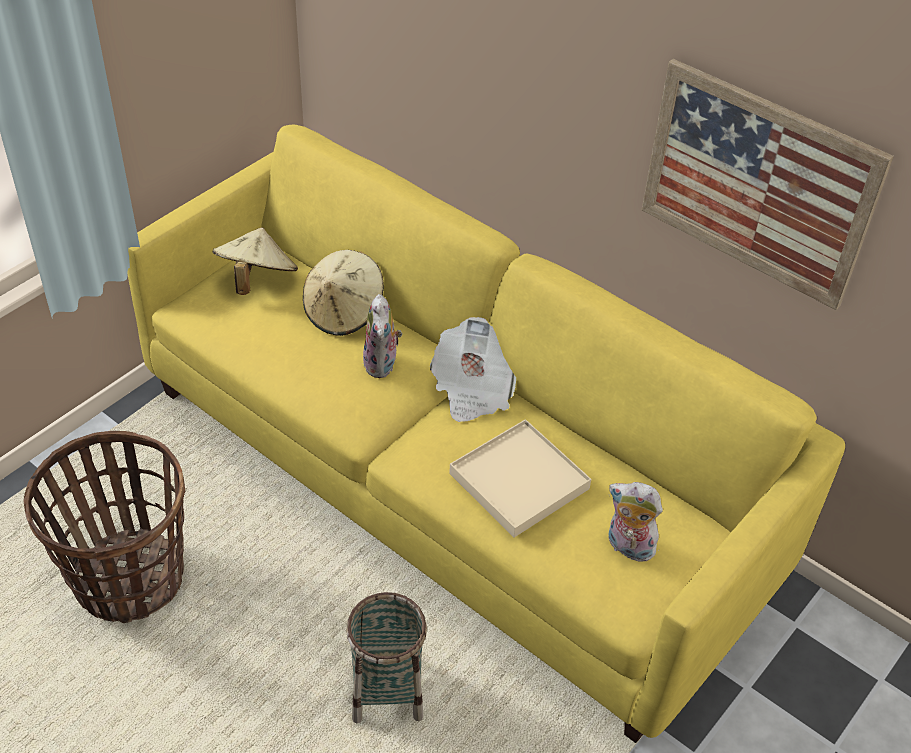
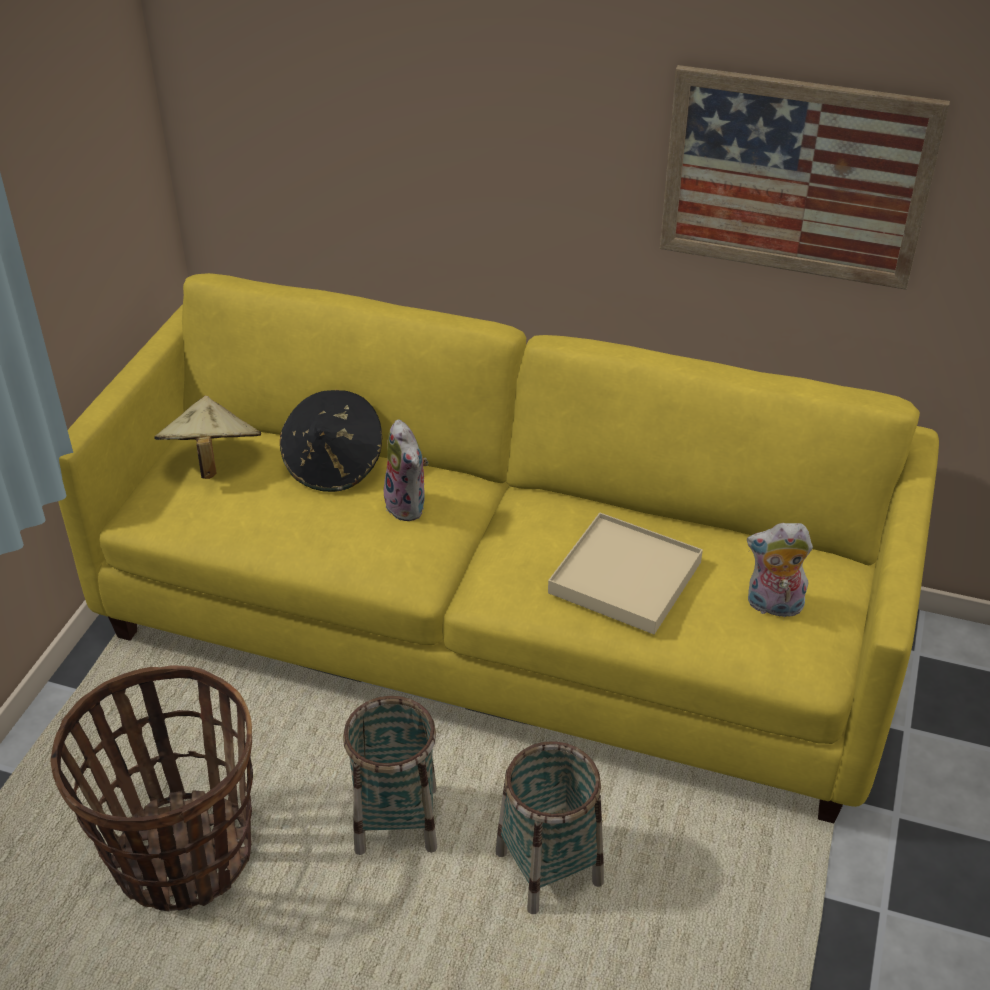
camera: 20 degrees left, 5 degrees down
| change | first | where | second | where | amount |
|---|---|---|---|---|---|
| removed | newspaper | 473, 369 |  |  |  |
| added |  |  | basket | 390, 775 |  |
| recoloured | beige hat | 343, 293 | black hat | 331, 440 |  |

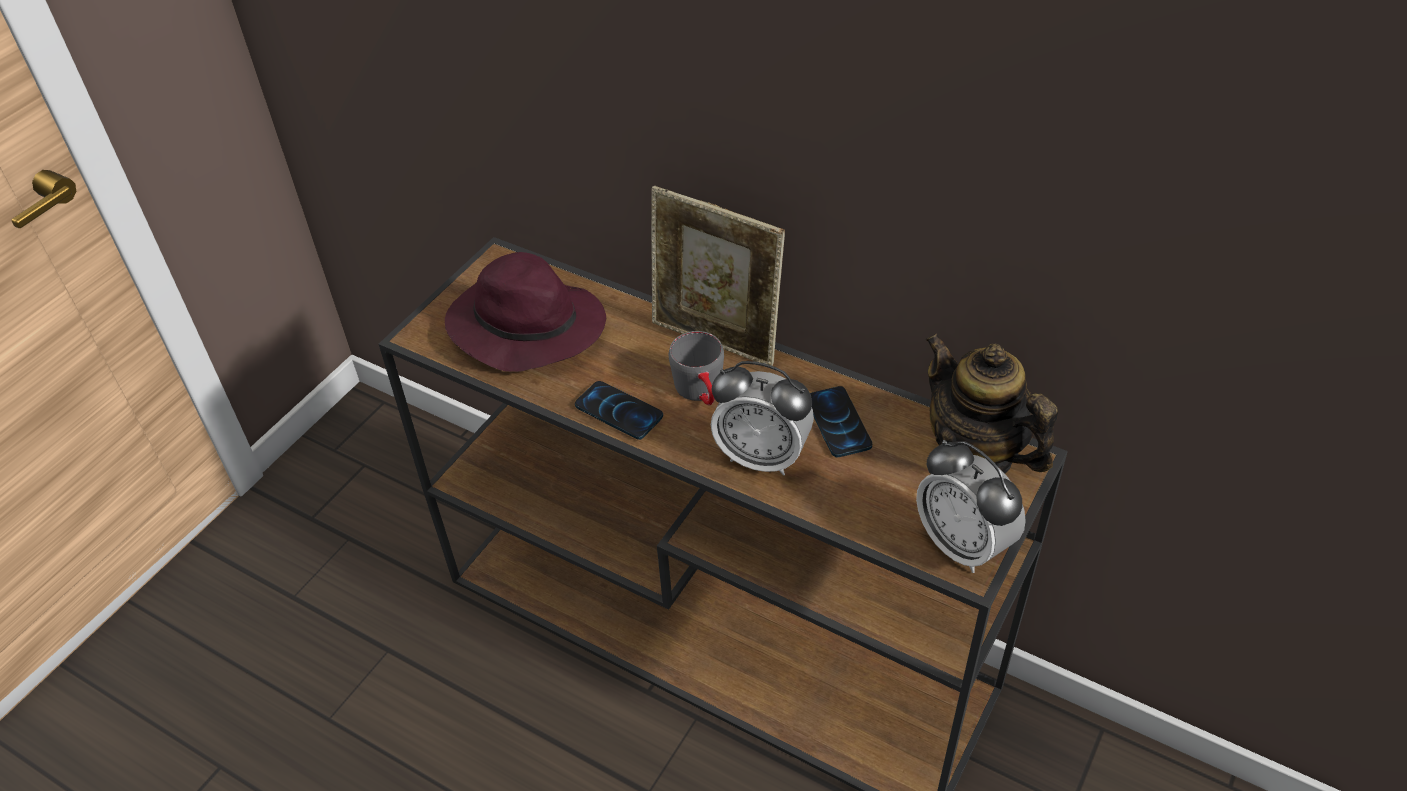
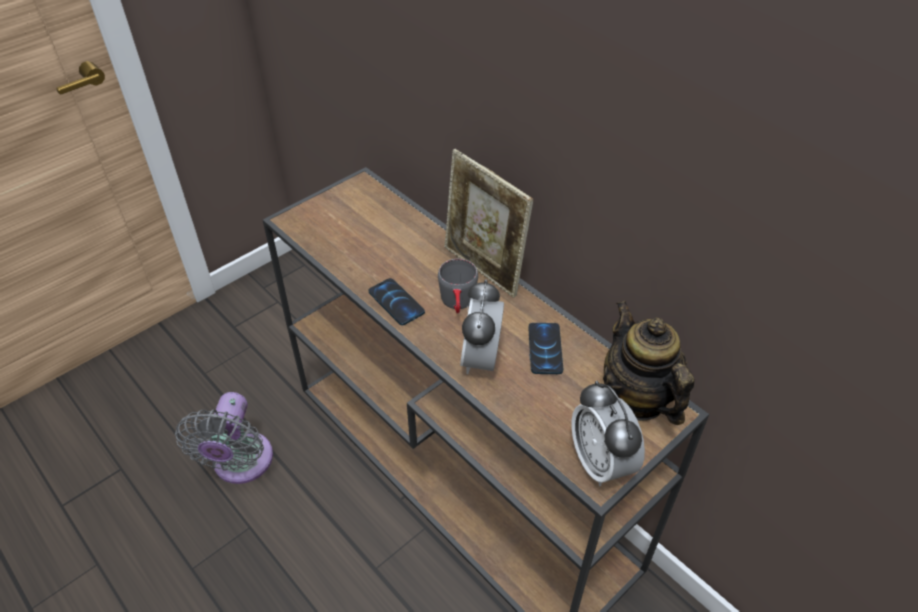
camera: 15 degrees right, 0 degrees up
| change | first | where | second | where | amount |
|---|---|---|---|---|---|
| removed | purple hat | 525, 312 |  |  |  |
| added |  |  | grey fan | 224, 438 |  |
| turned | alarm clock | 762, 418 |  | 482, 326 | 60 degrees clockwise |

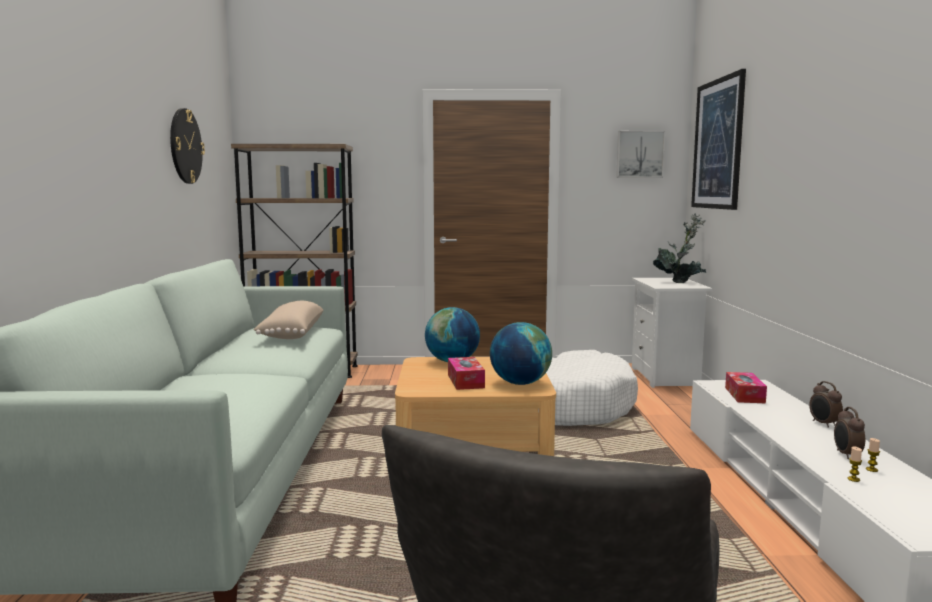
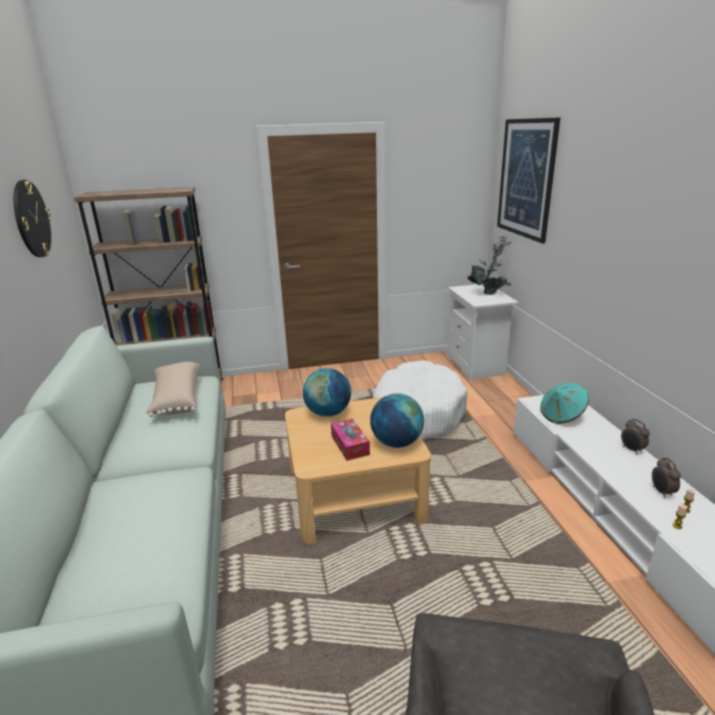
camera: 10 degrees left, 15 degrees up
| change | first | where | second | where | amount |
|---|---|---|---|---|---|
| removed | picture | 640, 154 |  |  |  |
| replaced | tissue box | 746, 387 | turquoise hat | 564, 403 |  |

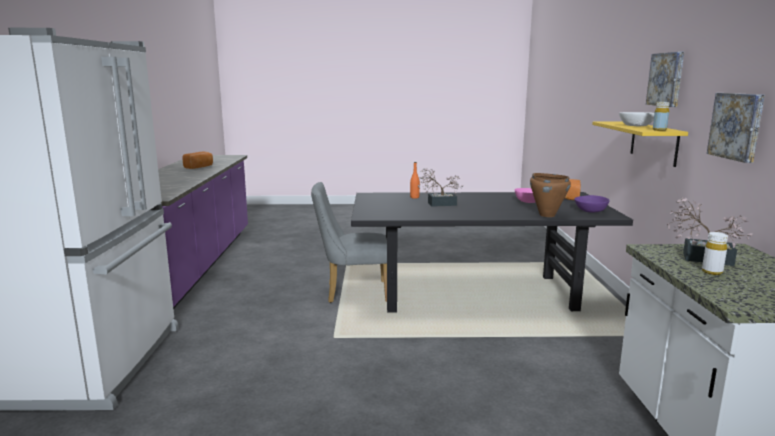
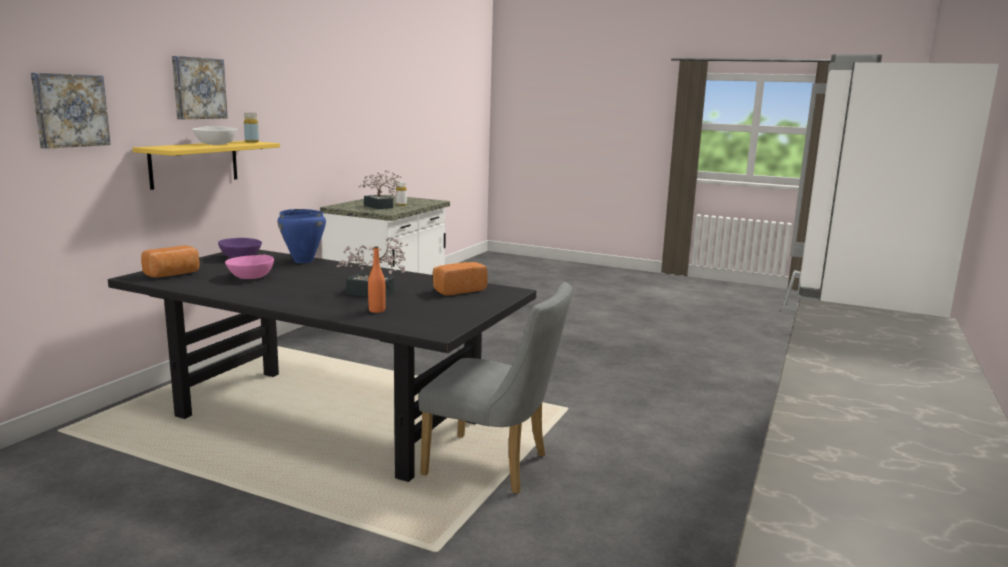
camera: 155 degrees left, 0 degrees up
| change | first | where | second | where | amount |
|---|---|---|---|---|---|
| moved | bread | 197, 160 |  | 460, 279 |  |
| moved | picture | 736, 128 |  | 71, 111 |  |
| recoloured | brown cooking pot | 550, 195 | blue cooking pot | 301, 236 |  |

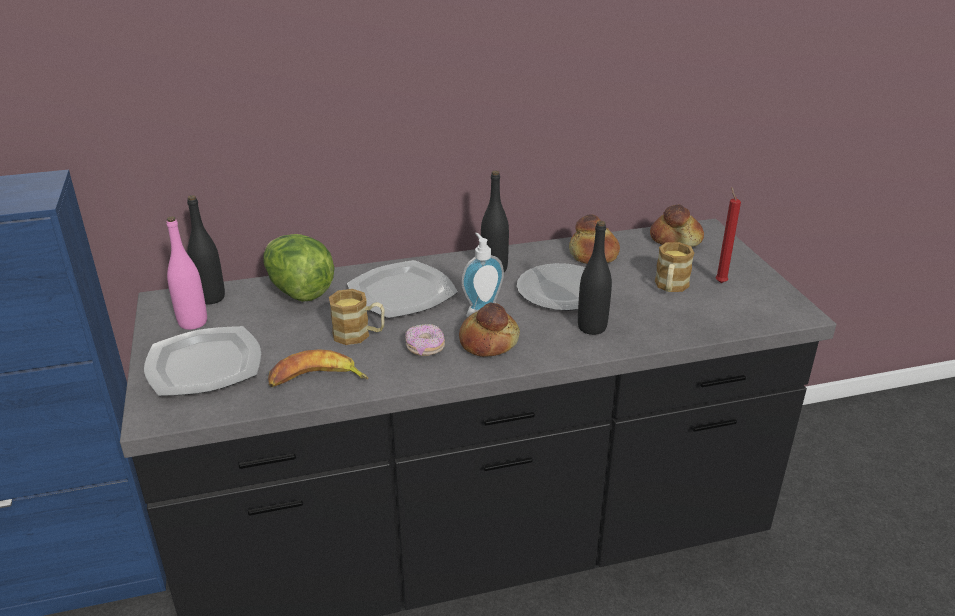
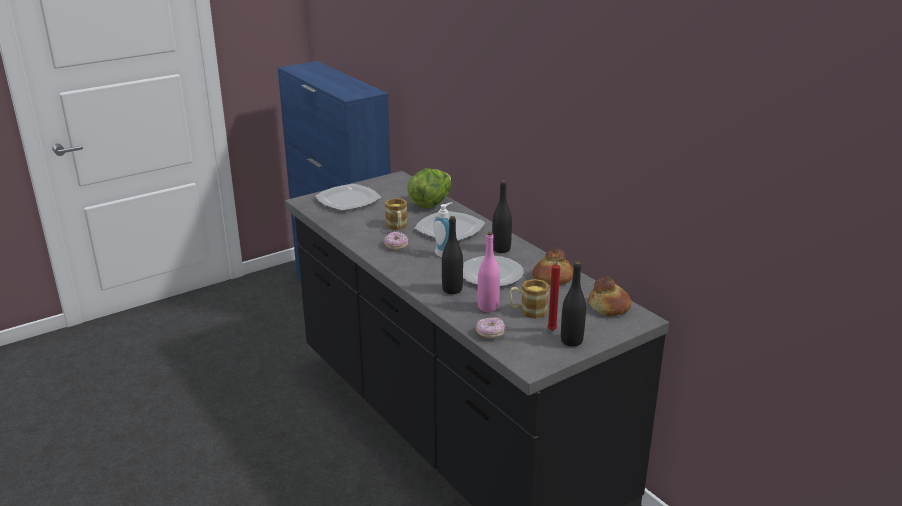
camera: 70 degrees right, 5 degrees down
| change | first | where | second | where | amount |
|---|---|---|---|---|---|
| removed | banana | 318, 368 |  |  |  |
| removed | bread | 489, 329 |  |  |  |
| added |  |  | donut | 490, 327 |  |
| moved | pink bottle | 186, 273 |  | 489, 272 |  |
| moved | black bottle | 206, 249 |  | 573, 304 |  |

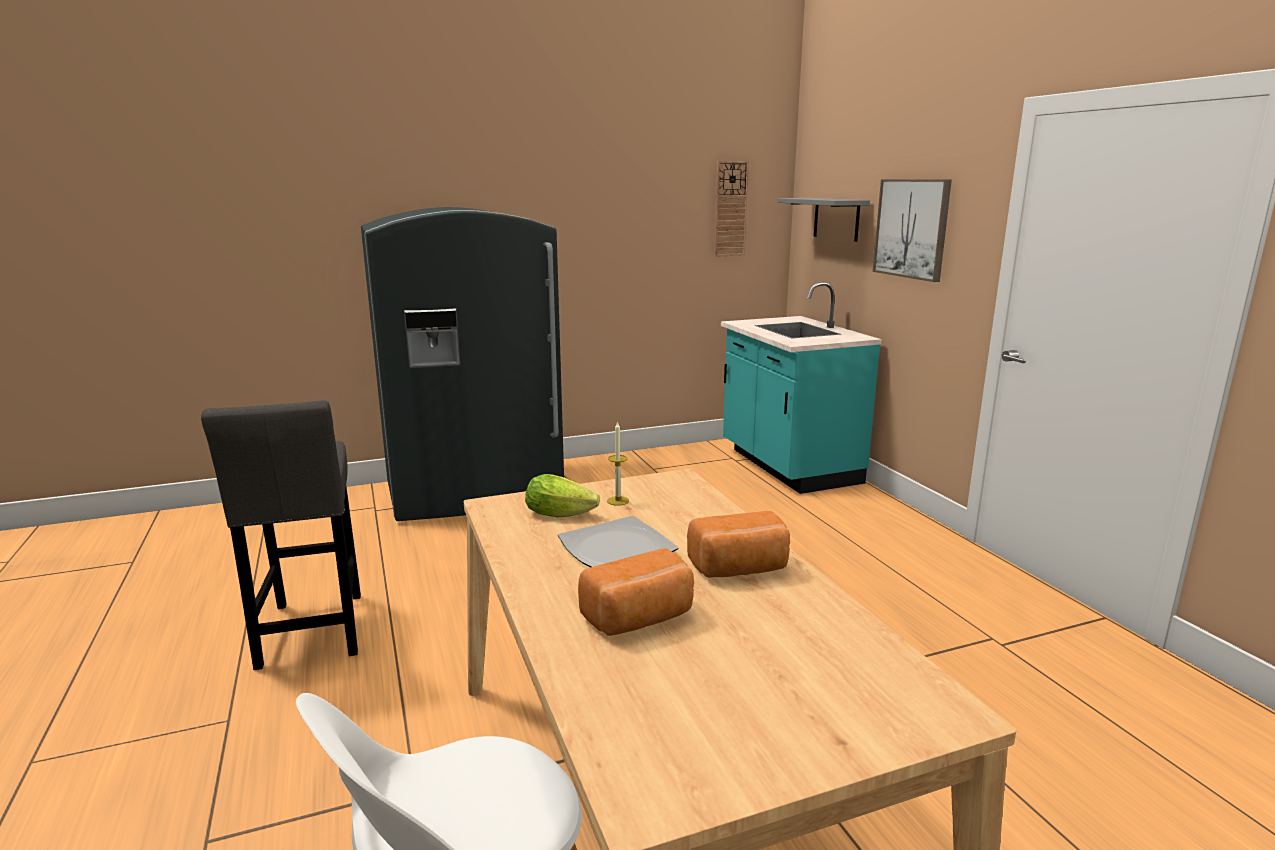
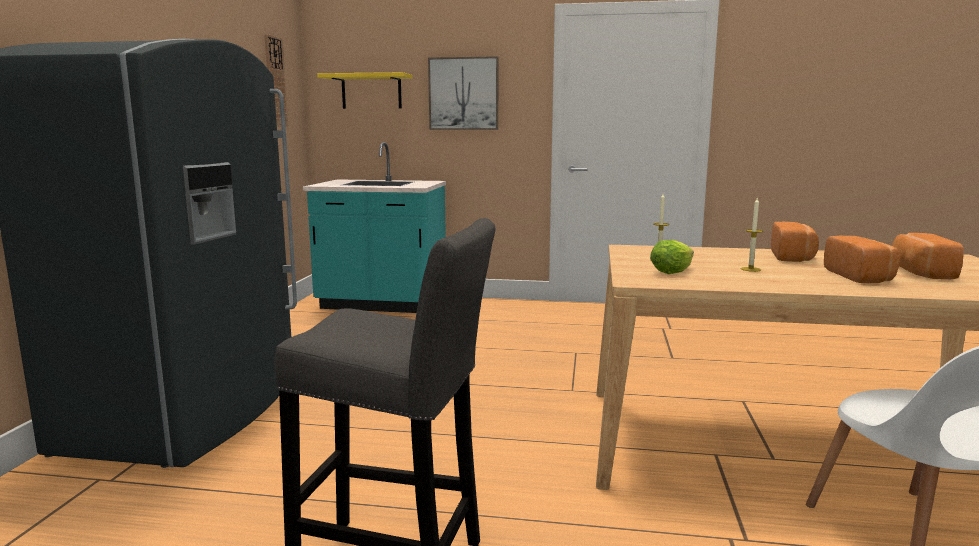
camera: 60 degrees left, 5 degrees down
| change | first | where | second | where | amount |
|---|---|---|---|---|---|
| added |  |  | bread | 928, 256 |  |
| replaced | plate | 618, 541 | candle | 752, 235 |  |
| recoloured | grey shelf | 823, 220 | yellow shelf | 365, 90 |  |

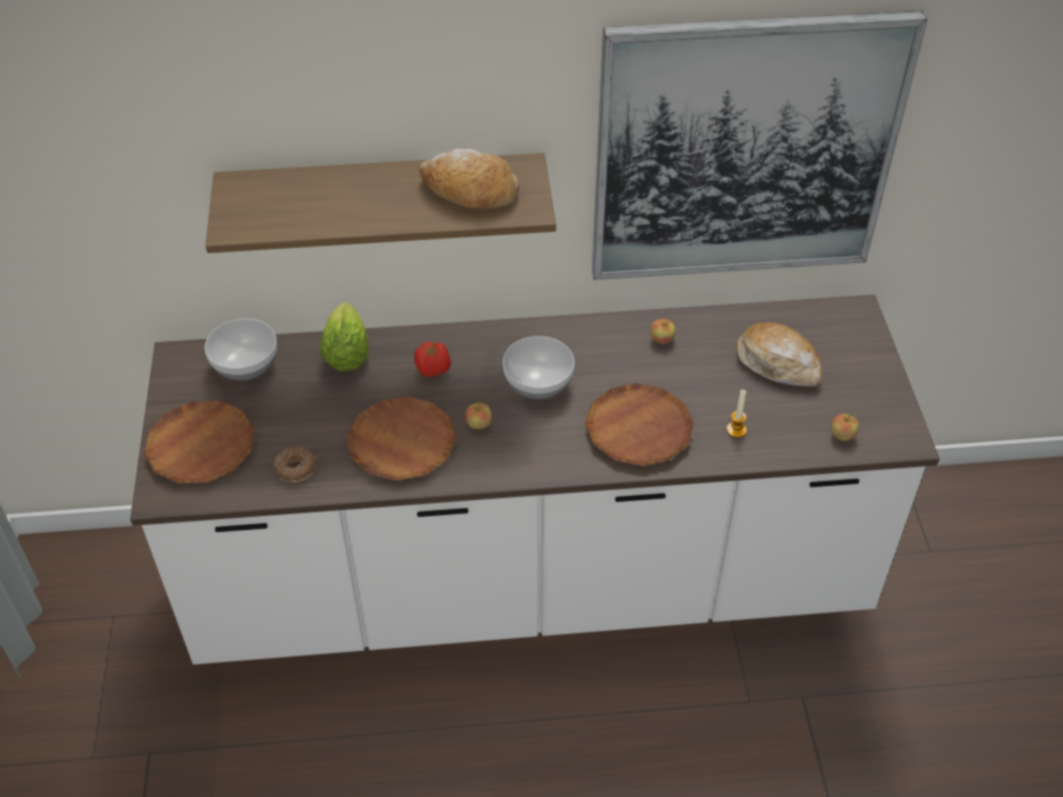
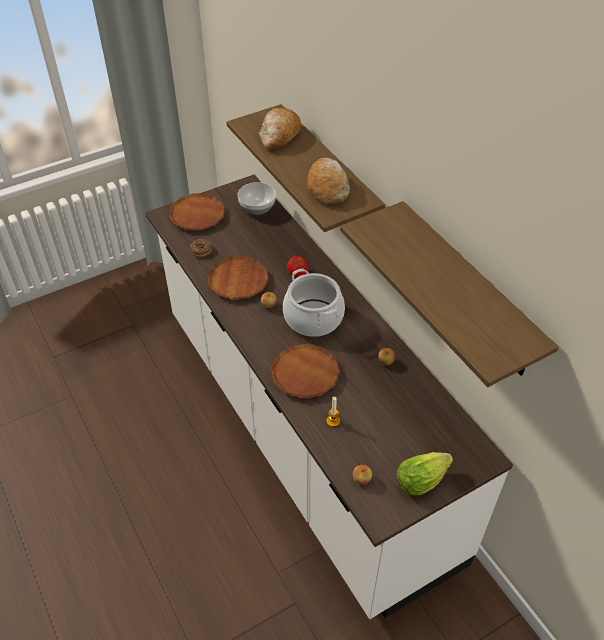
camera: 65 degrees right, 0 degrees up
| change | first | where | second | where | amount |
|---|---|---|---|---|---|
| moved | lettuce | 344, 336 |  | 425, 473 |  |
| moved | bread | 779, 354 |  | 280, 129 |  |
| replaced | bowl | 538, 367 | cooking pot | 314, 303 |  |
| replaced | picture | 760, 145 | shelf | 449, 294 |  |

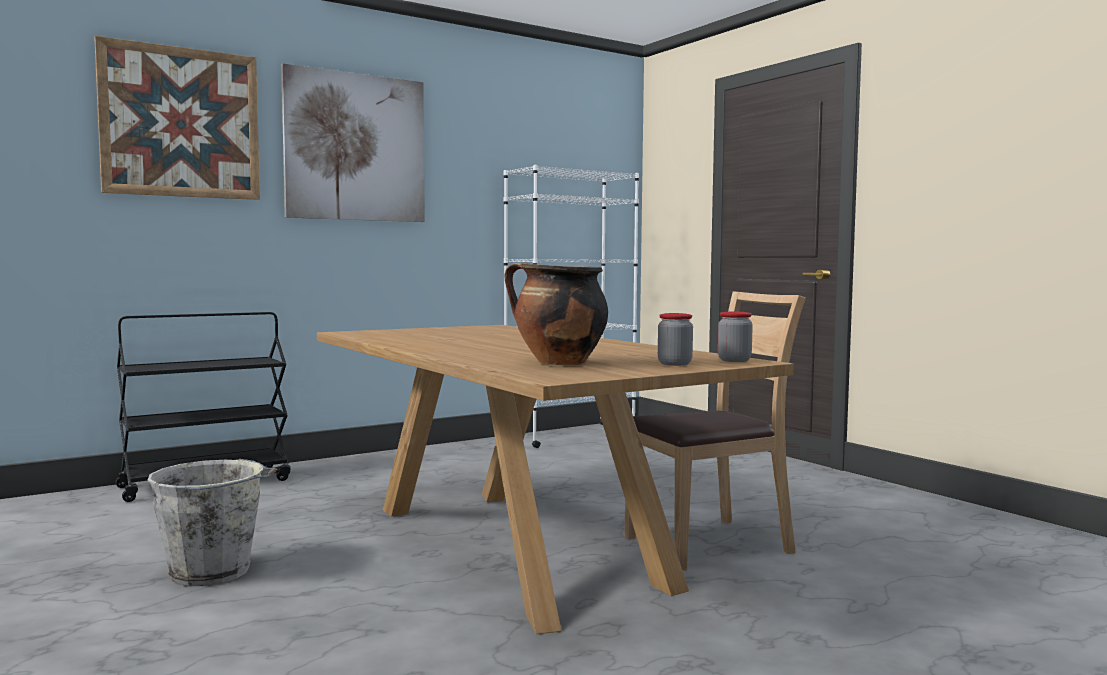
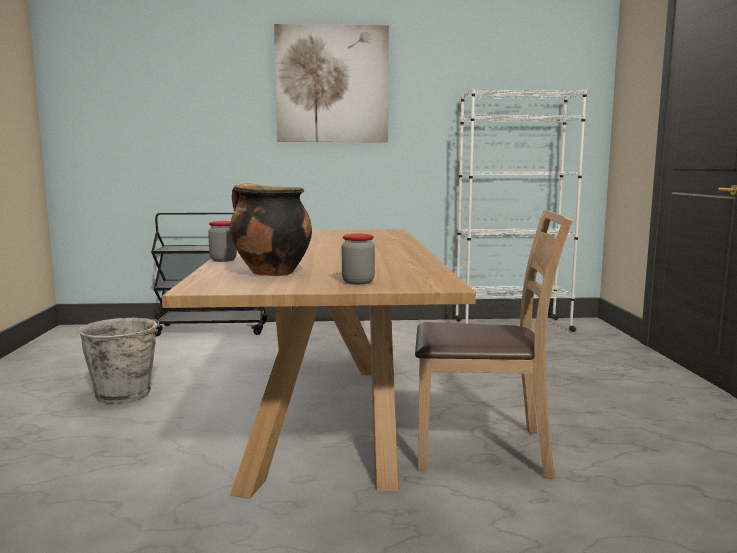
camera: 30 degrees right, 5 degrees up
| change | first | where | second | where | amount |
|---|---|---|---|---|---|
| removed | picture | 177, 118 |  |  |  |
| moved | jar | 735, 337 |  | 222, 241 |  |

